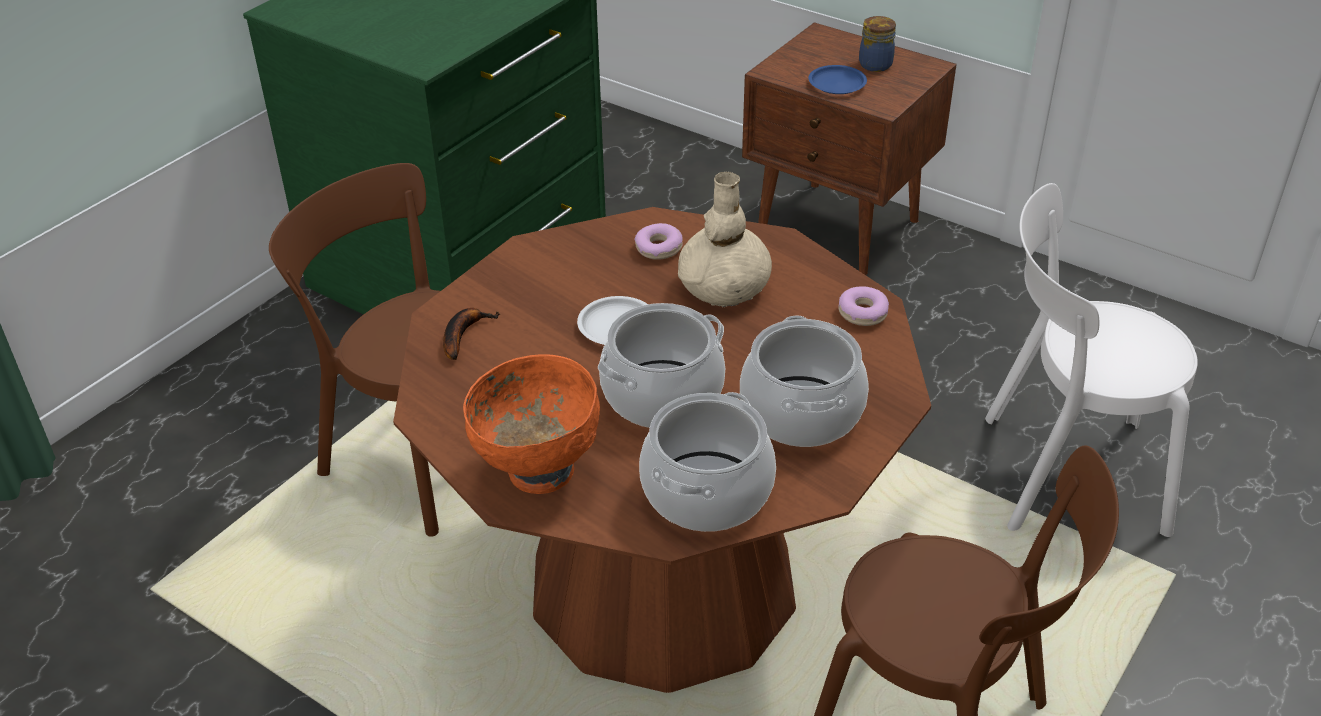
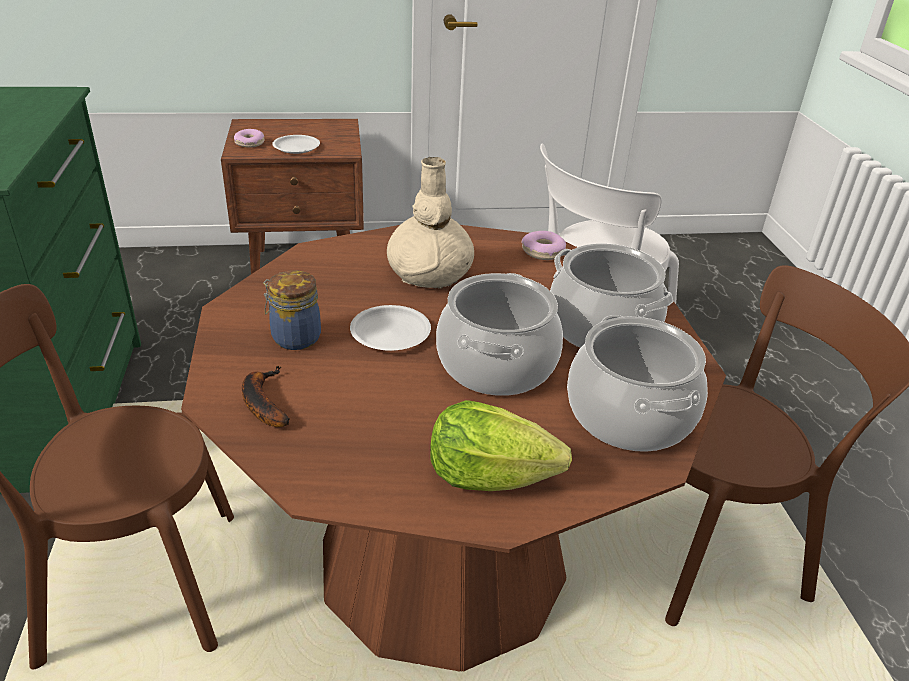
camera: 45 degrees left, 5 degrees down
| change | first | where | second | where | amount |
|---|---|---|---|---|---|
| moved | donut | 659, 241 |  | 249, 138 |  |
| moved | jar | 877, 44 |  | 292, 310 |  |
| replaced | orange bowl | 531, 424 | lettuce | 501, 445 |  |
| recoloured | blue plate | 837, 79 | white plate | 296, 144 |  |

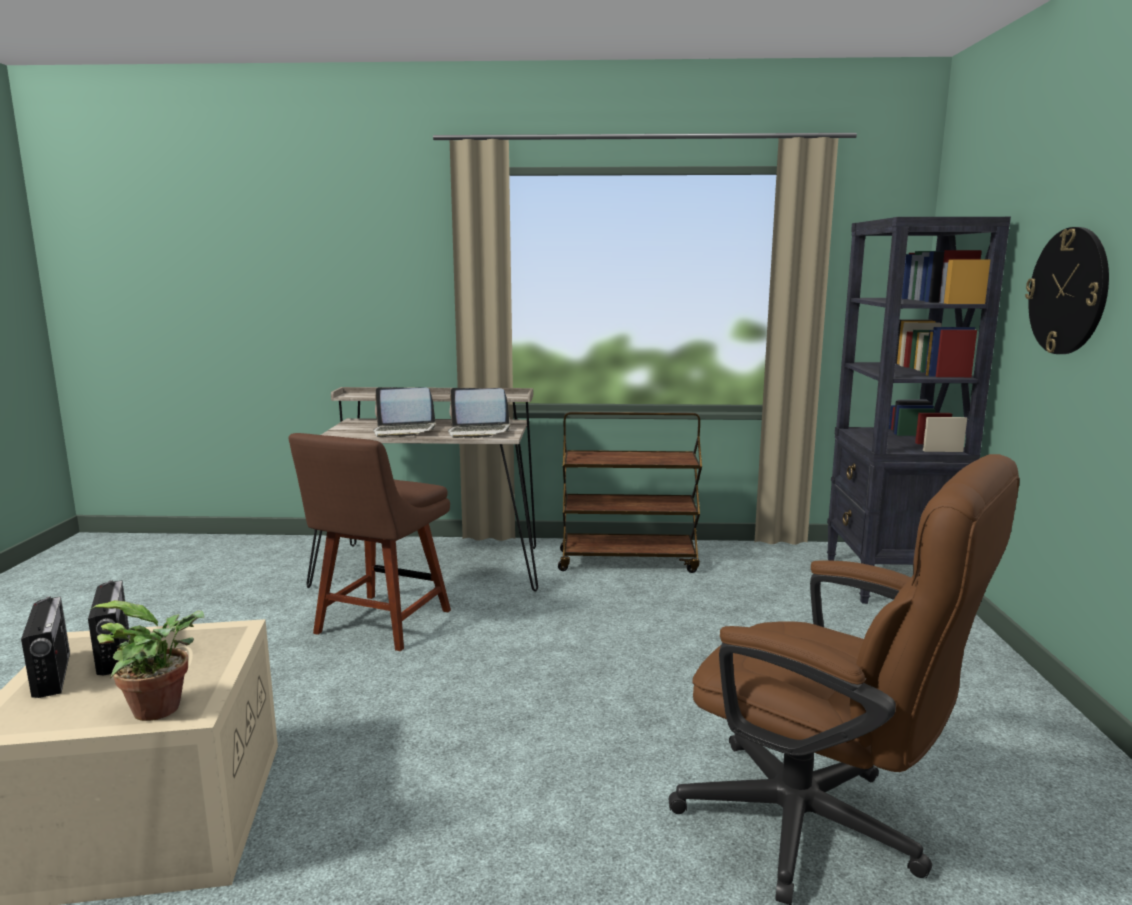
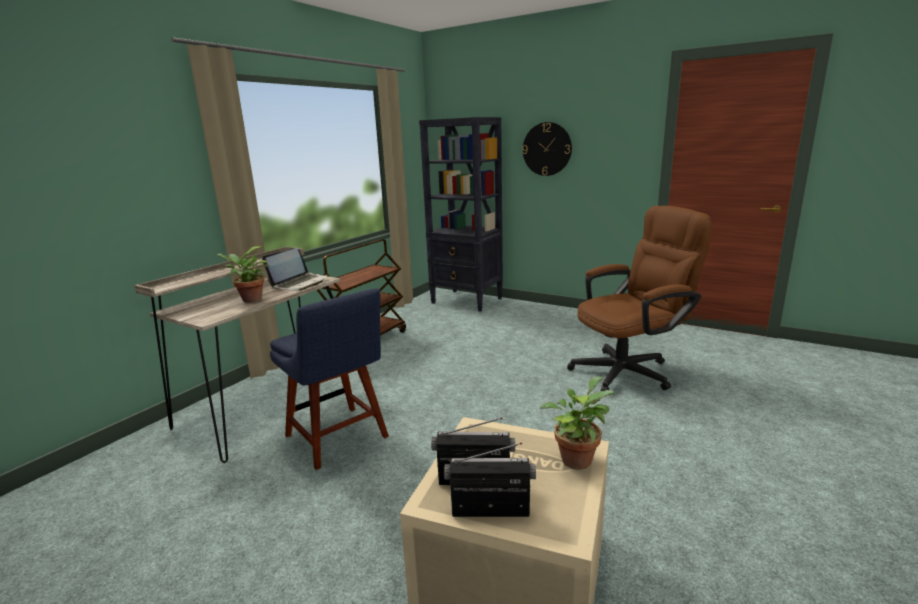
camera: 60 degrees left, 5 degrees up
| change | first | where | second | where | amount |
|---|---|---|---|---|---|
| replaced | laptop | 404, 412 | potted plant | 242, 274 |  |
| recoloured | brown chair | 370, 542 | blue chair | 329, 379 |  |

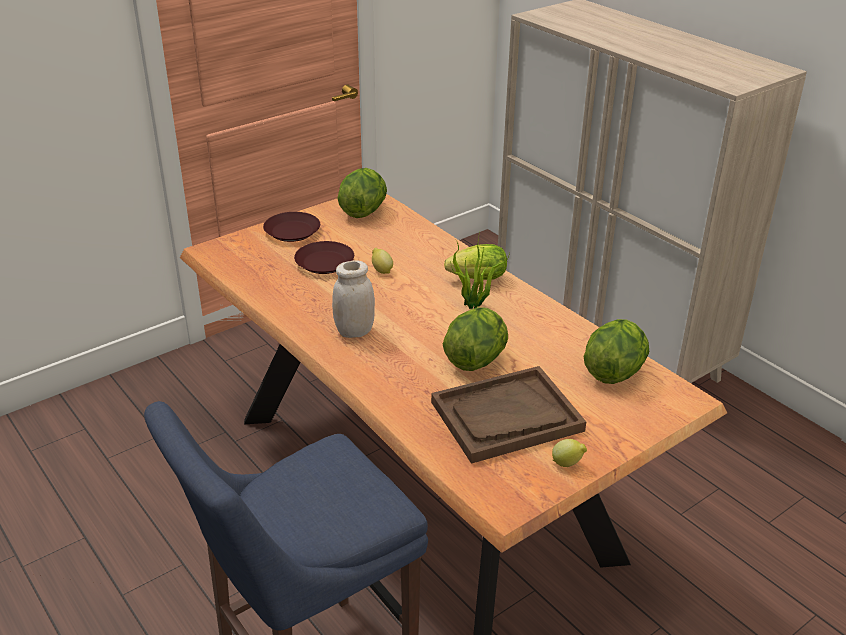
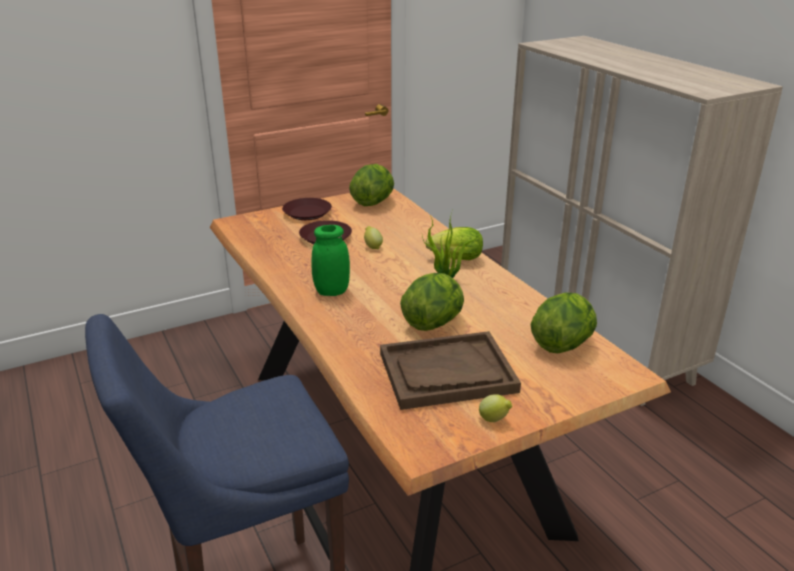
camera: 10 degrees right, 5 degrees down
| change | first | where | second | where | amount |
|---|---|---|---|---|---|
| recoloured | white jar | 353, 299 | green jar | 330, 260 |  |

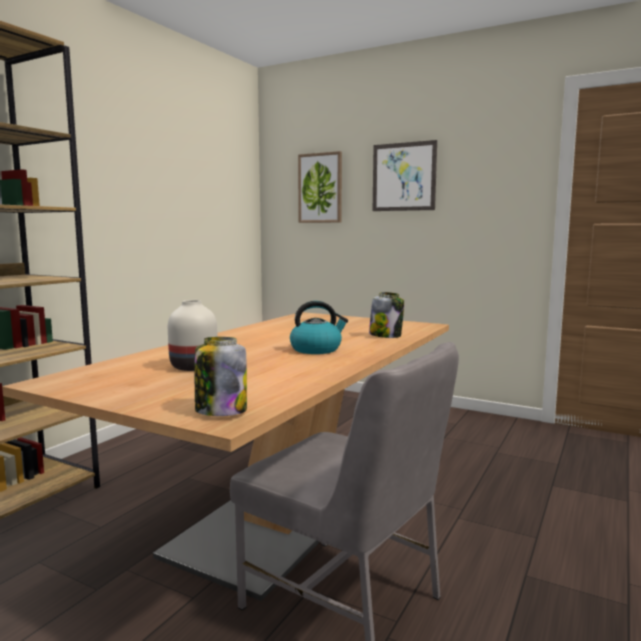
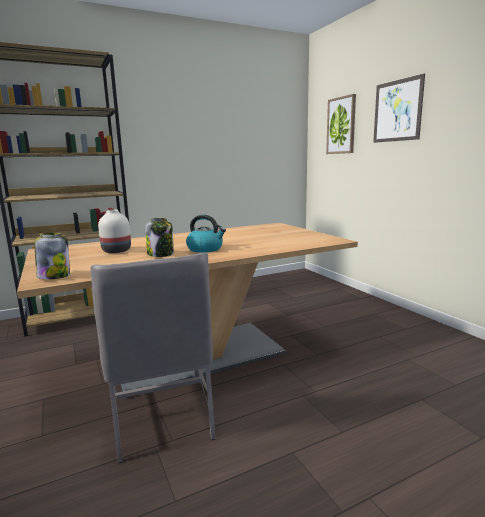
camera: 35 degrees right, 5 degrees up
| change | first | where | second | where | amount |
|---|---|---|---|---|---|
| moved | jar | 386, 315 |  | 159, 237 |  |

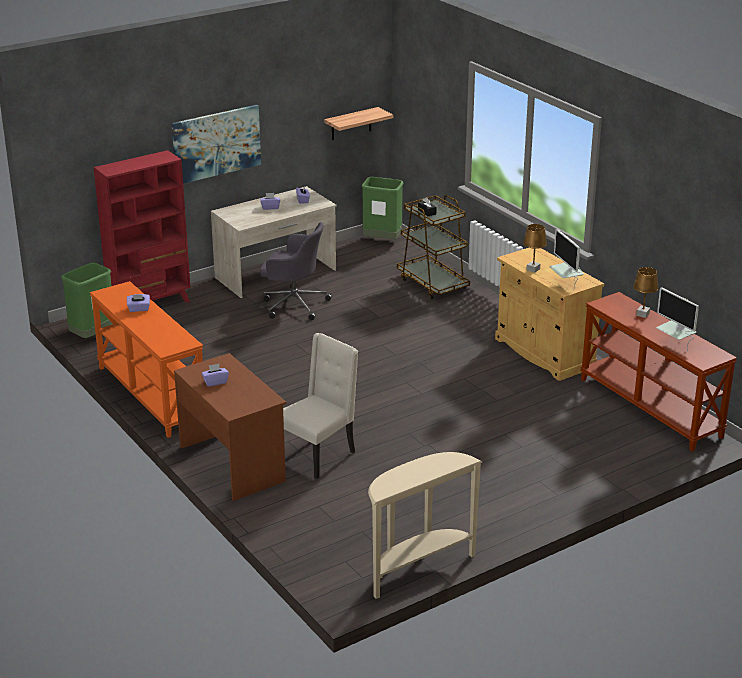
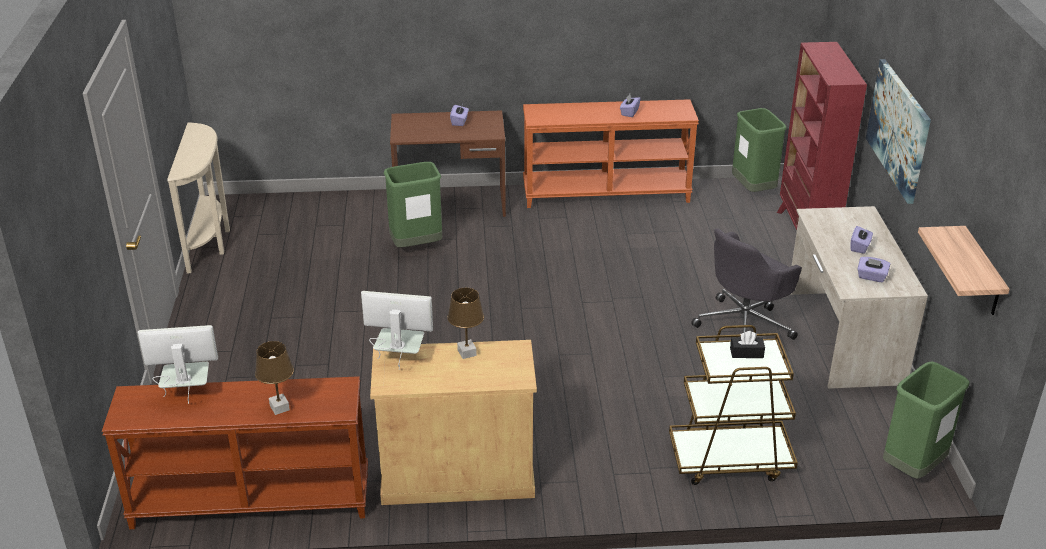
camera: 120 degrees right, 5 degrees up
| change | first | where | second | where | amount |
|---|---|---|---|---|---|
| replaced | beige chair | 320, 406 | green trash can | 413, 204 |  |

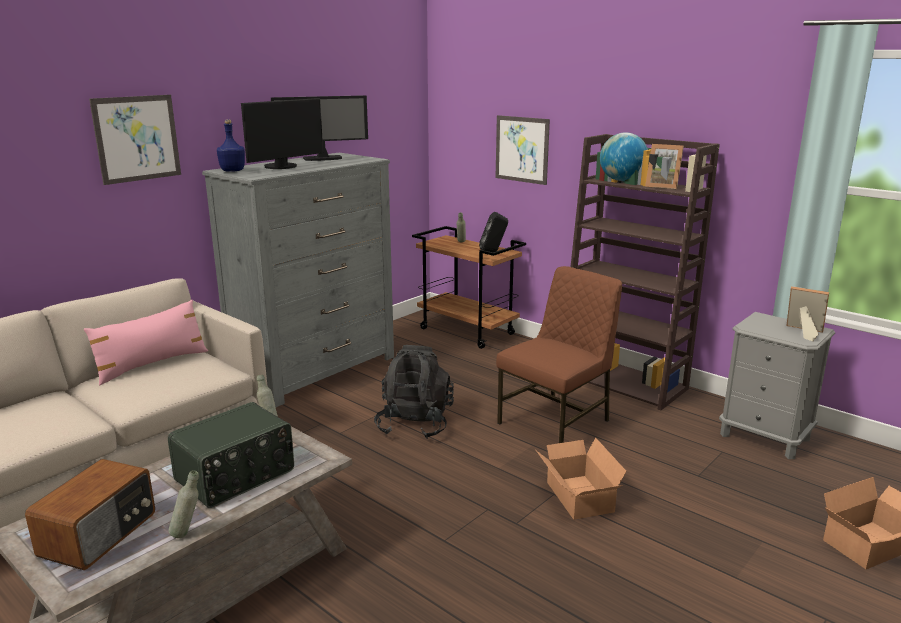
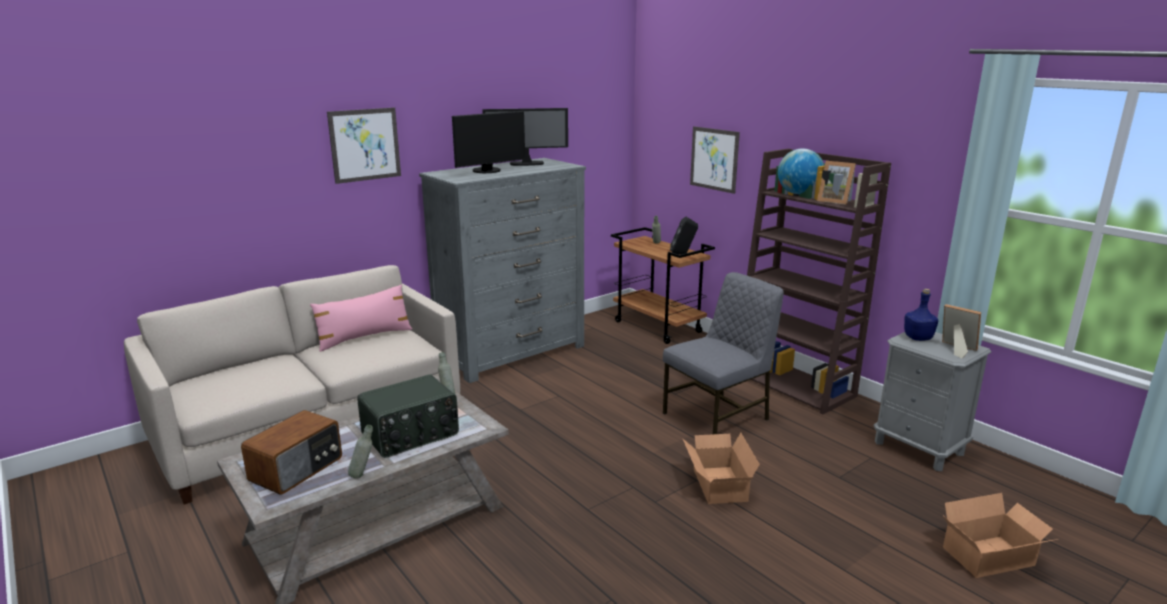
camera: 10 degrees right, 0 degrees up
| change | first | where | second | where | amount |
|---|---|---|---|---|---|
| removed | black backpack | 414, 392 |  |  |  |
| moved | blue bottle | 231, 145 |  | 921, 315 |  |
| recoloured | brown chair | 559, 354 | grey chair | 723, 353 |  |

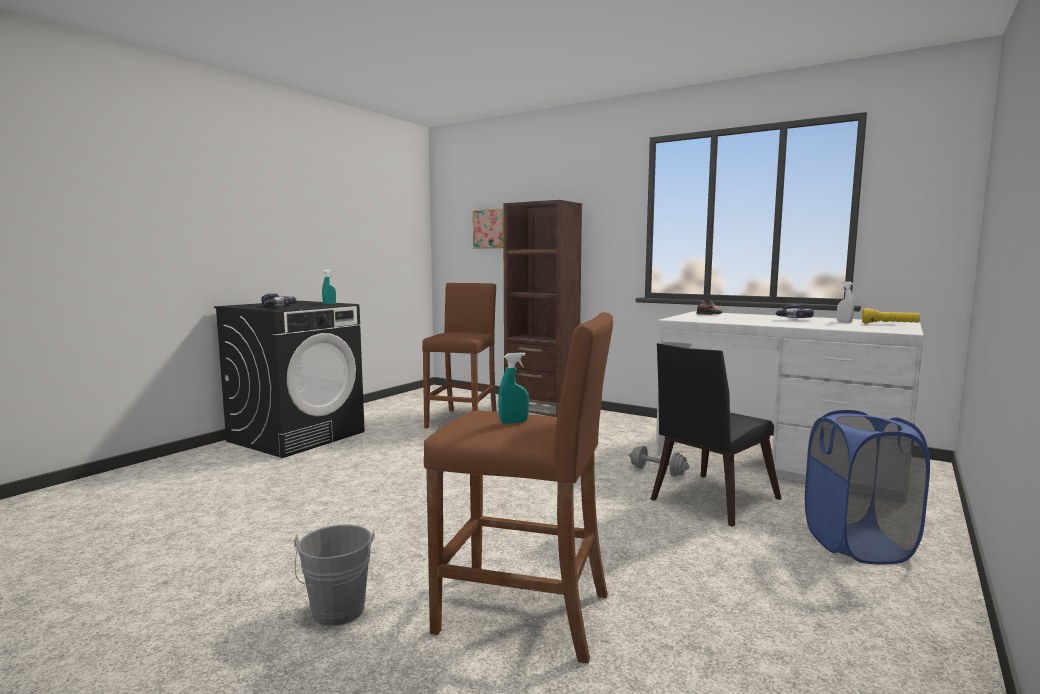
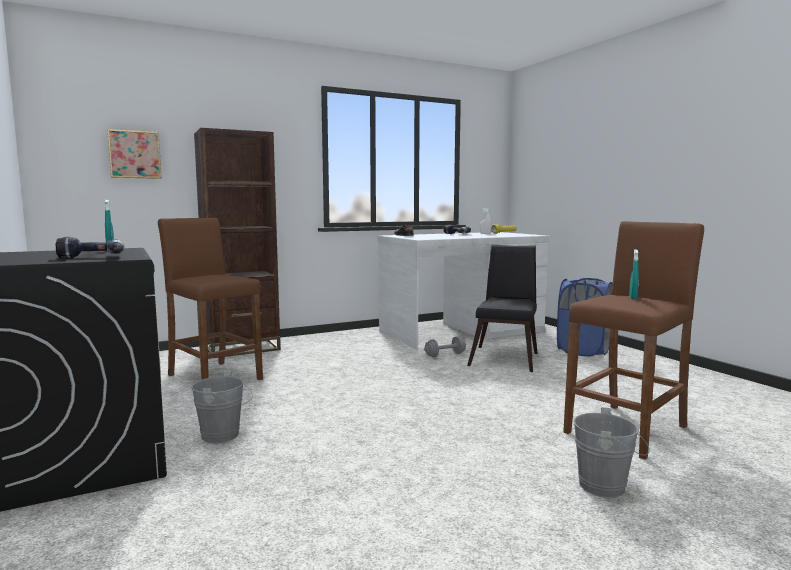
camera: 60 degrees left, 0 degrees up
| change | first | where | second | where | amount |
|---|---|---|---|---|---|
| added |  |  | grey bucket | 222, 407 |  |
| turned | black chair | 716, 435 |  | 502, 308 | 150 degrees counterclockwise |

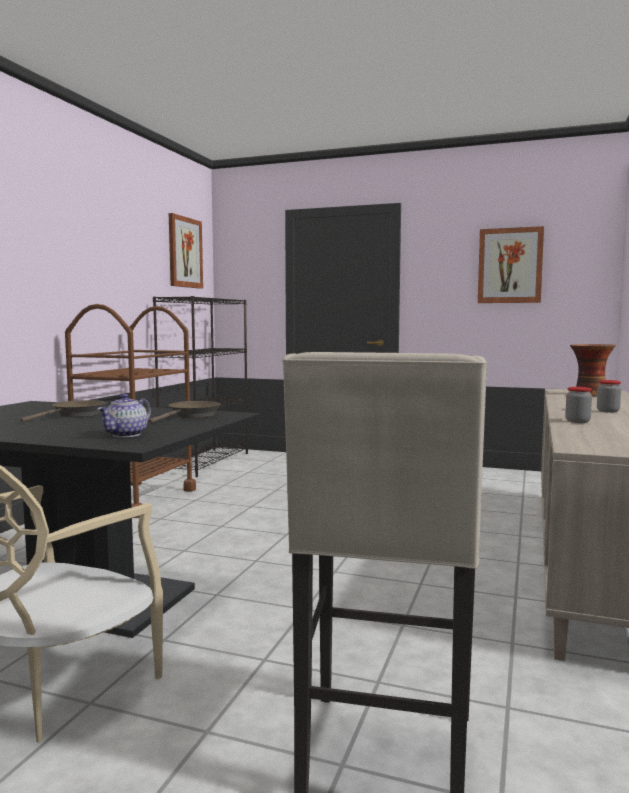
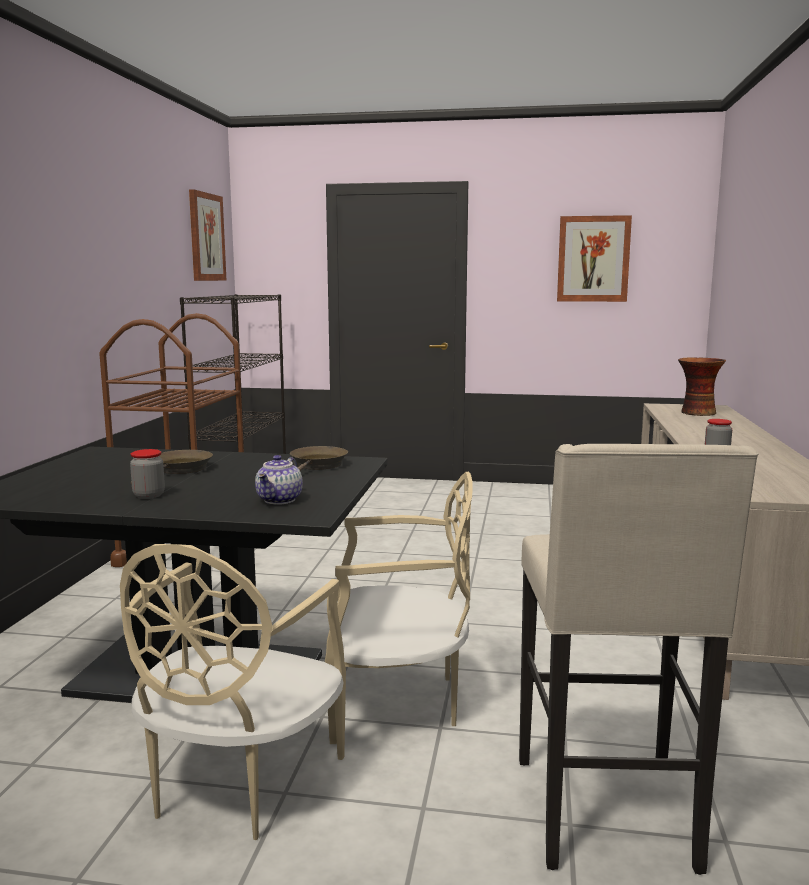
camera: 10 degrees left, 5 degrees up
| change | first | where | second | where | amount |
|---|---|---|---|---|---|
| added |  |  | beige chair | 399, 608 |  |
| moved | jar | 609, 396 |  | 147, 474 |  |

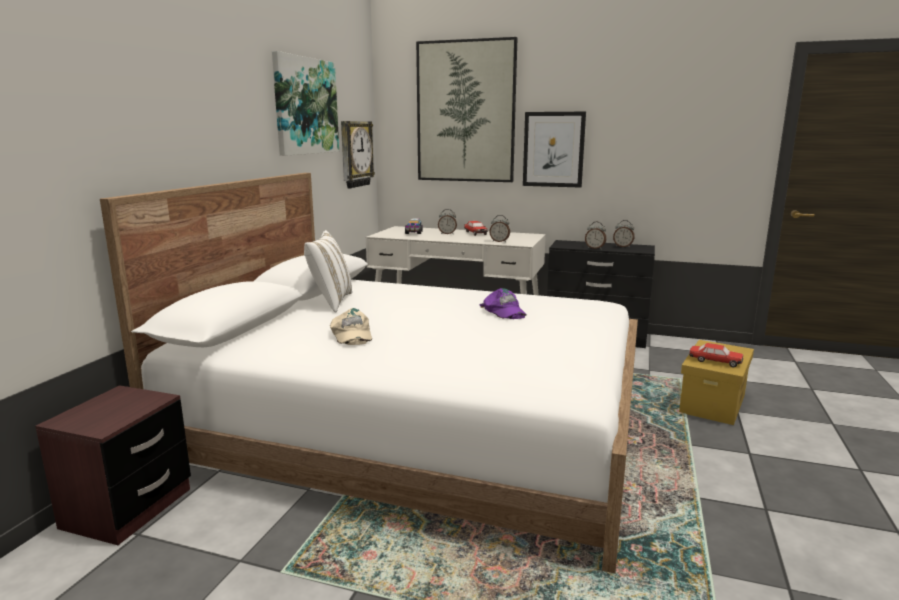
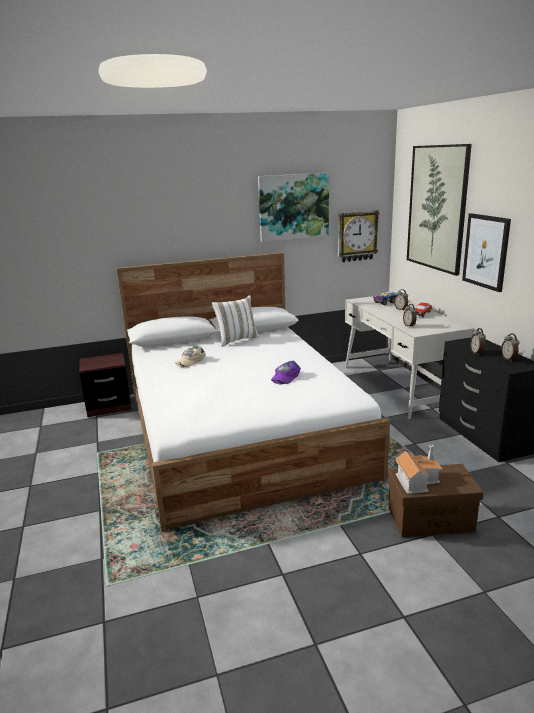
camera: 55 degrees right, 5 degrees up
| change | first | where | second | where | amount |
|---|---|---|---|---|---|
| replaced | toy car | 716, 355 | toy house | 419, 469 |  |
| recoloured | yellow storage box | 716, 382 | brown storage box | 436, 501 |  |

